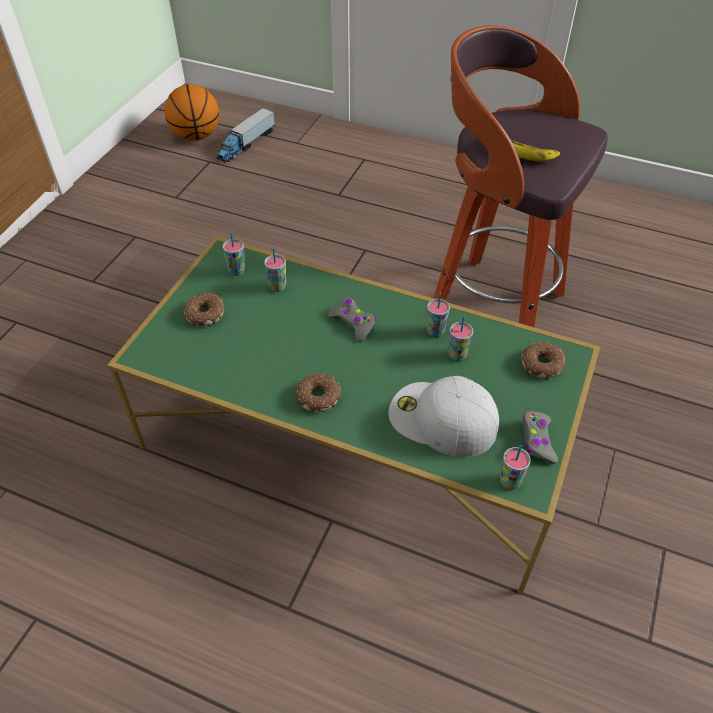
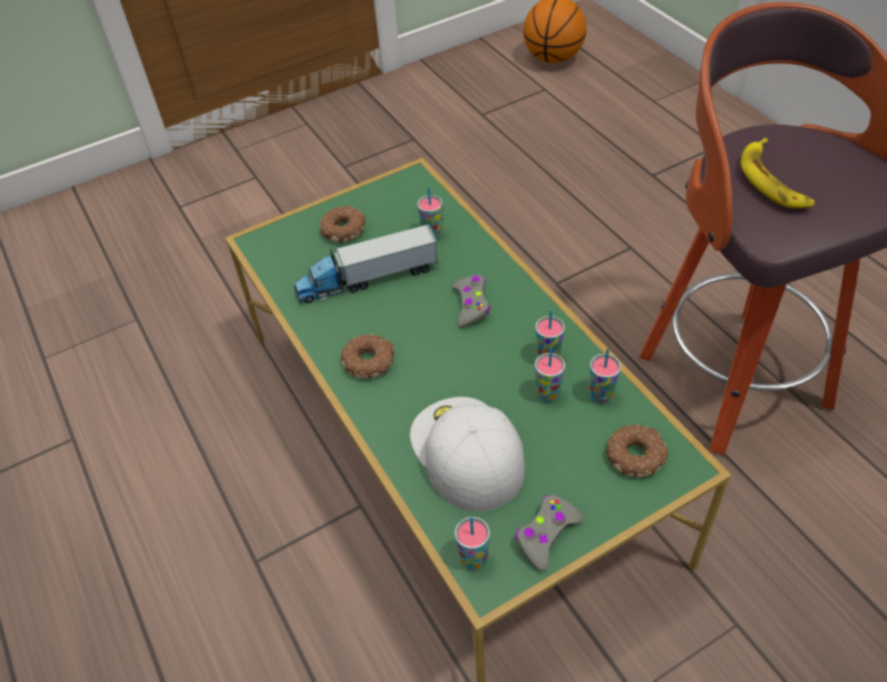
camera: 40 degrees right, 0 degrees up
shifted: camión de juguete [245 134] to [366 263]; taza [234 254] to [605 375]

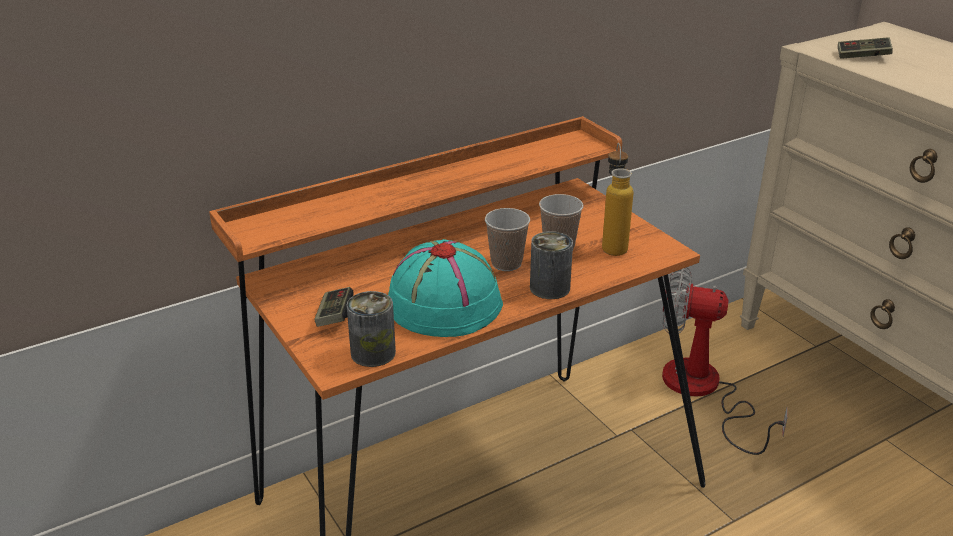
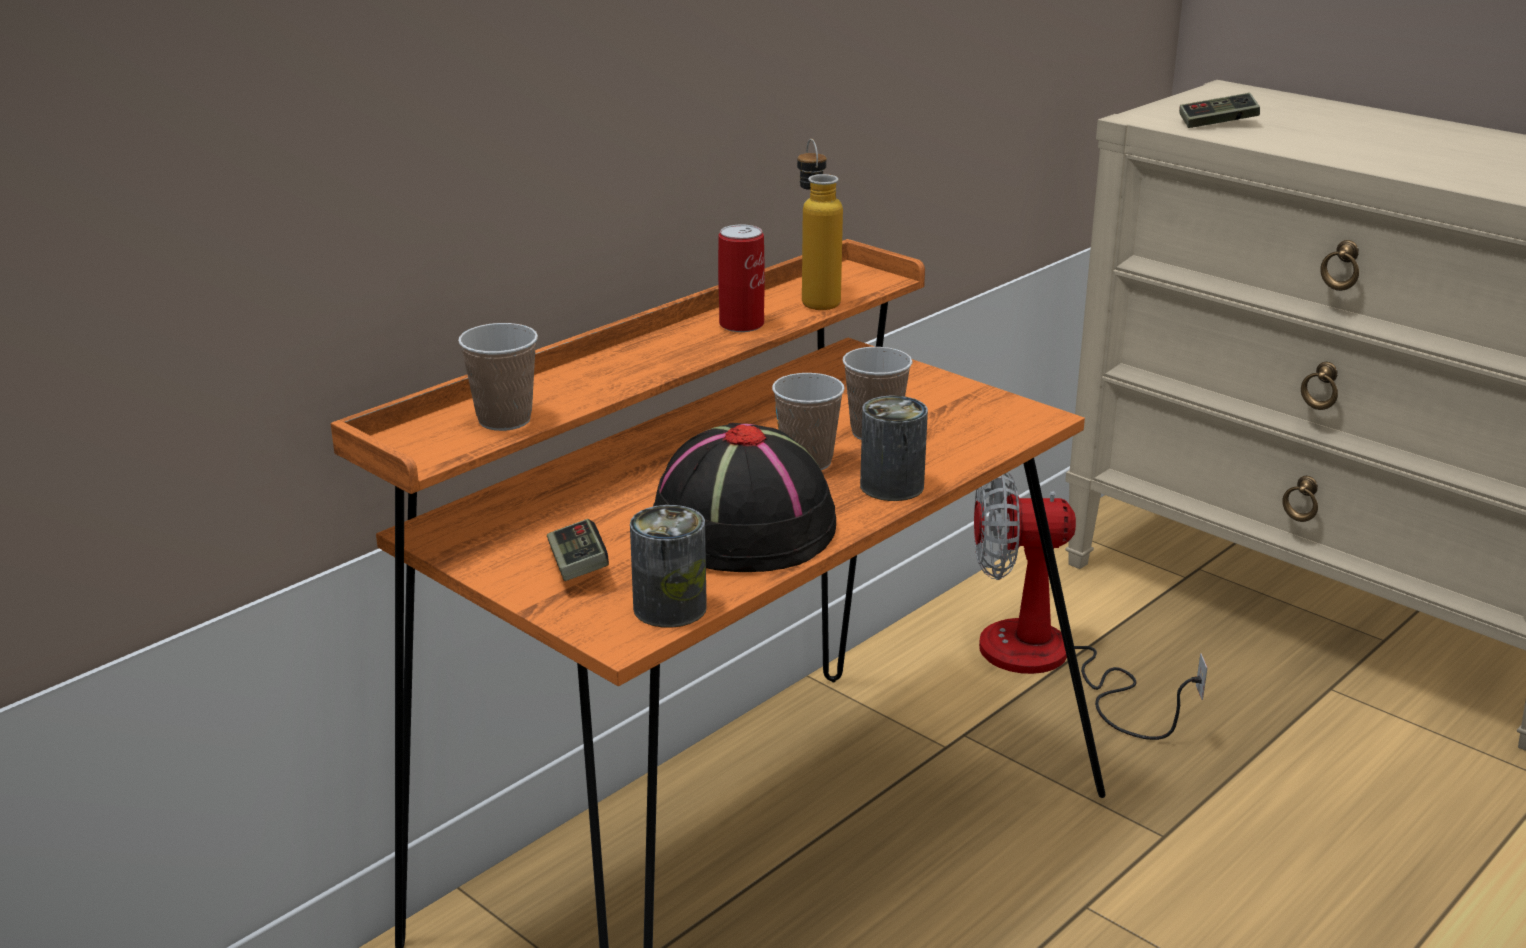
camera: 15 degrees left, 5 degrees down
new: lata [741 278]; taza [498 377]
shifted: botella [617 199] to [820 224]
repainted: sombrero (turquesa) [445 288] to sombrero (negro) [744 497]

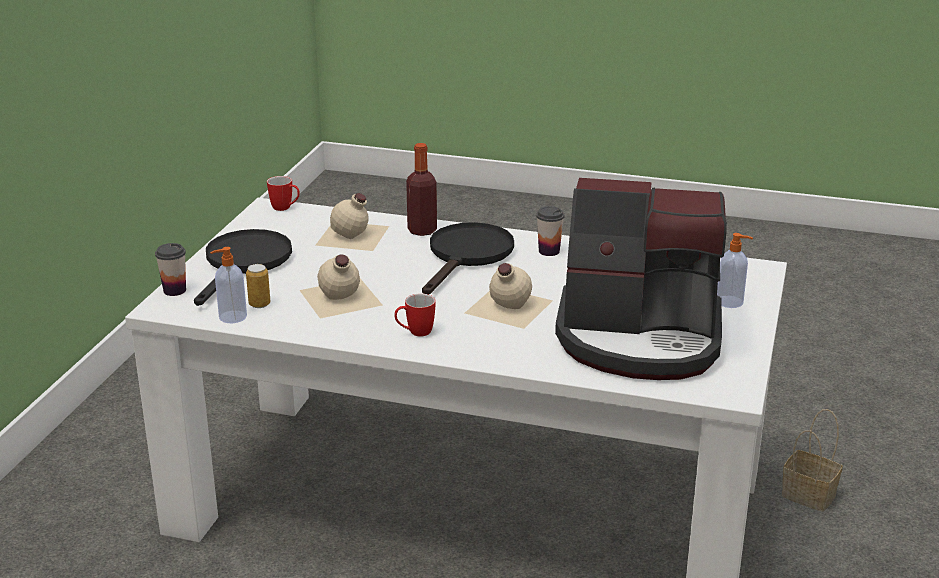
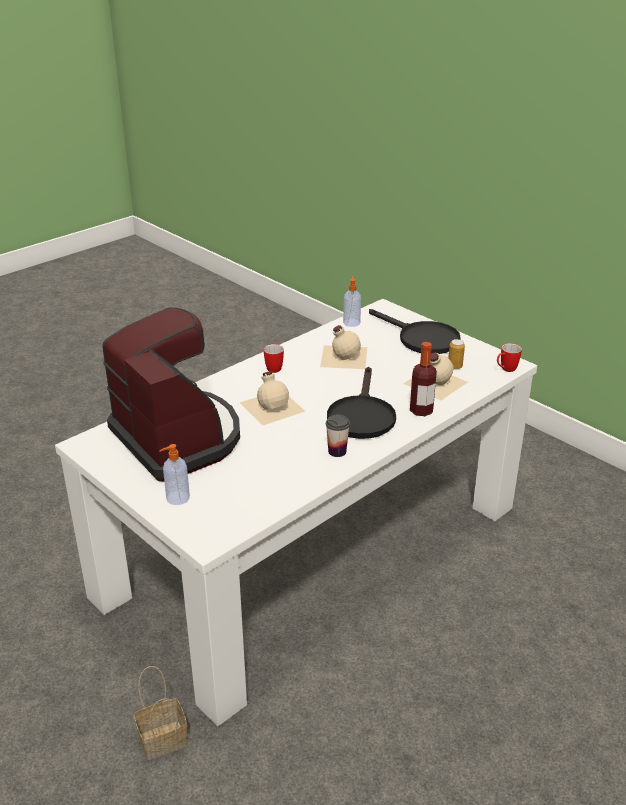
camera: 120 degrees right, 5 degrees up
gone: taza [170 269]
shifted: lata [258 286] to [456 354]
rotated: cafetera [641 279] = [171 394] 105 degrees clockwise; sartén (negro) [468 258] = [361 403] 45 degrees clockwise

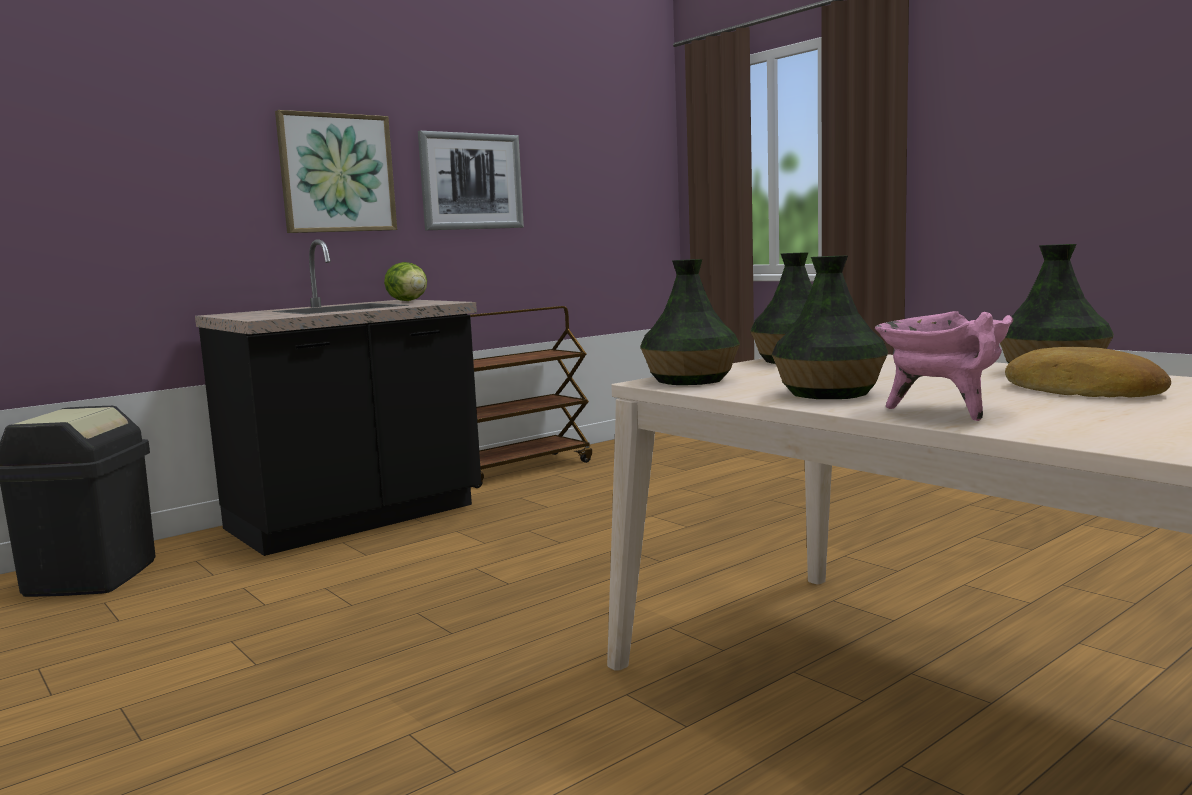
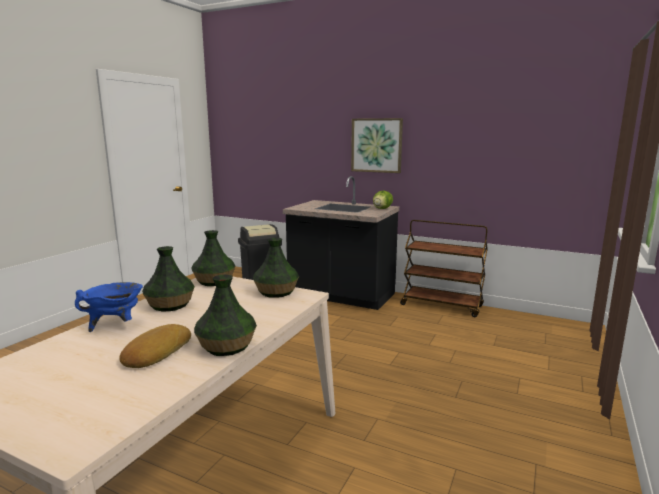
camera: 65 degrees right, 5 degrees up
gone: cuadro [471 180]
repainted: olla (rosa) [944 366] to olla (azul) [109 307]

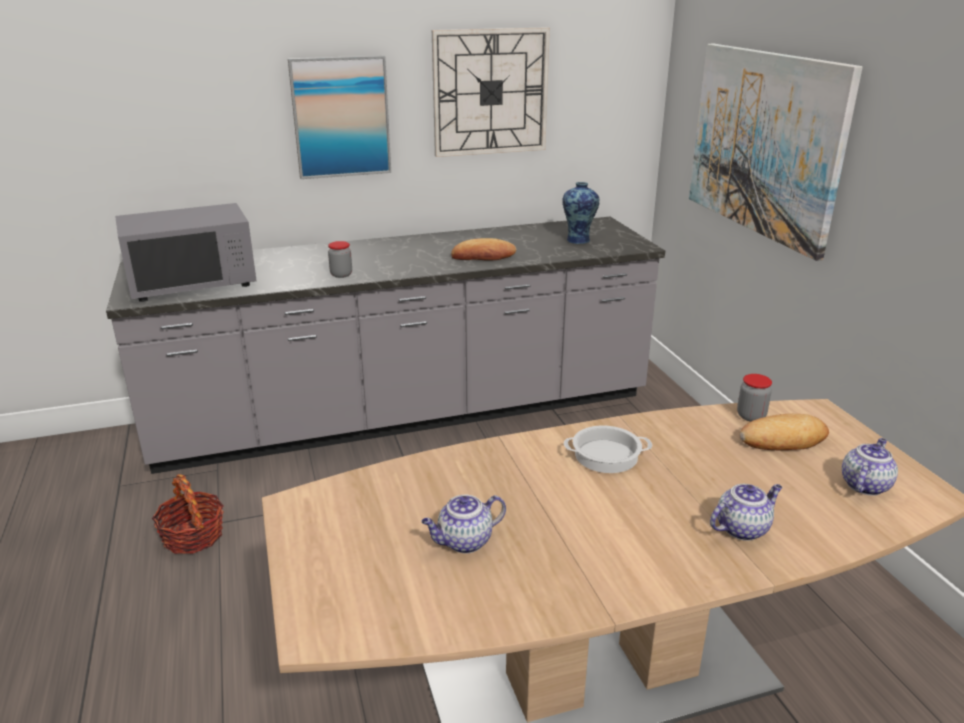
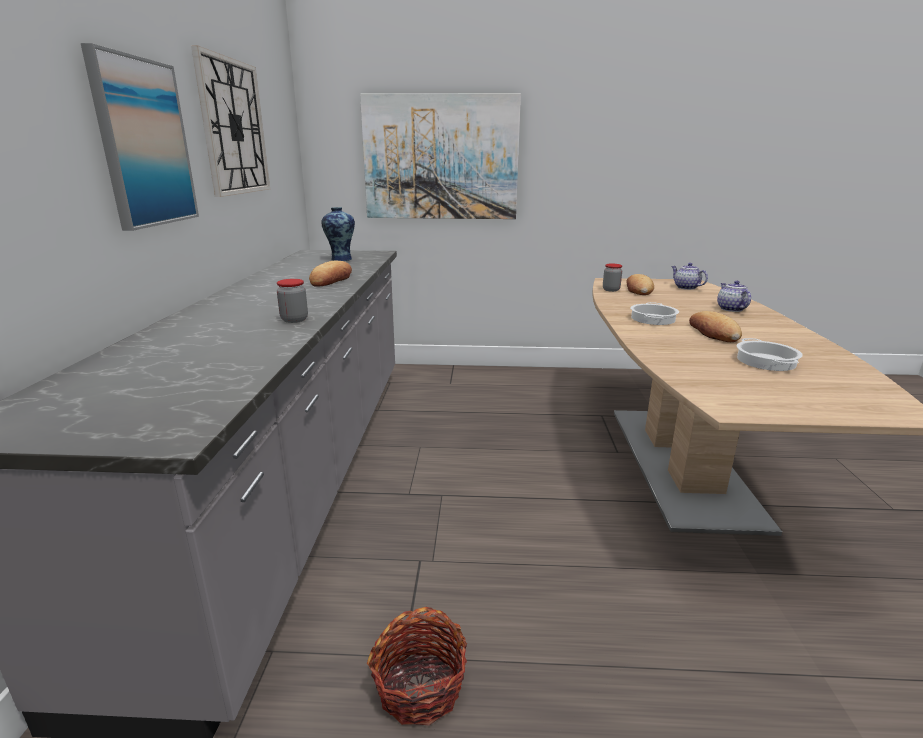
camera: 70 degrees left, 5 degrees down
gone: microondas (gris) [186 252]
new: pan [715 326]
swapped: tetera [463 524] to olla [770 354]

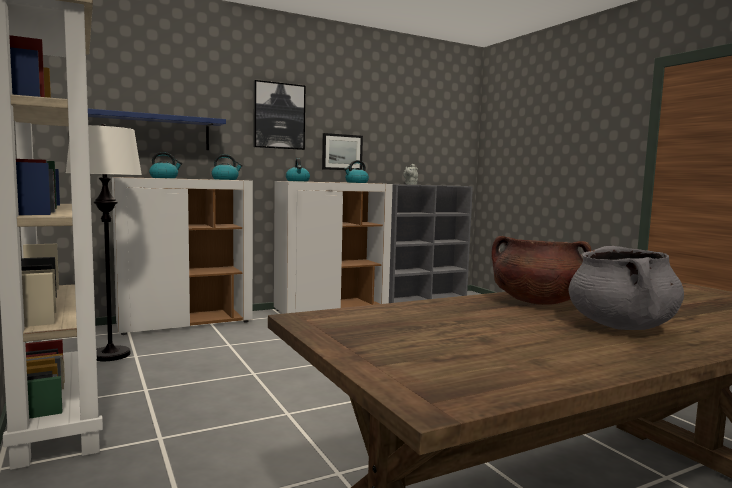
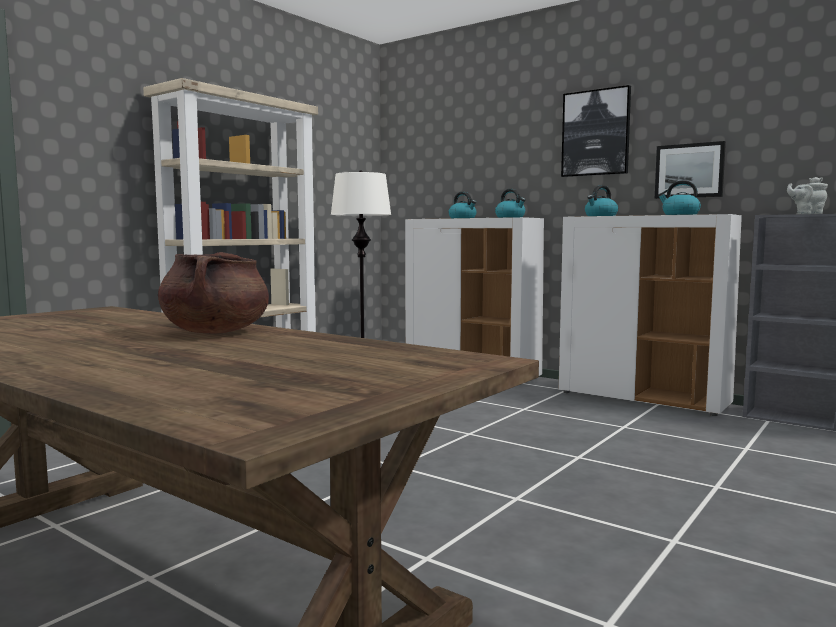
camera: 65 degrees right, 0 degrees up
gone: estante (azul) [157 129]; olla (gris) [626 288]

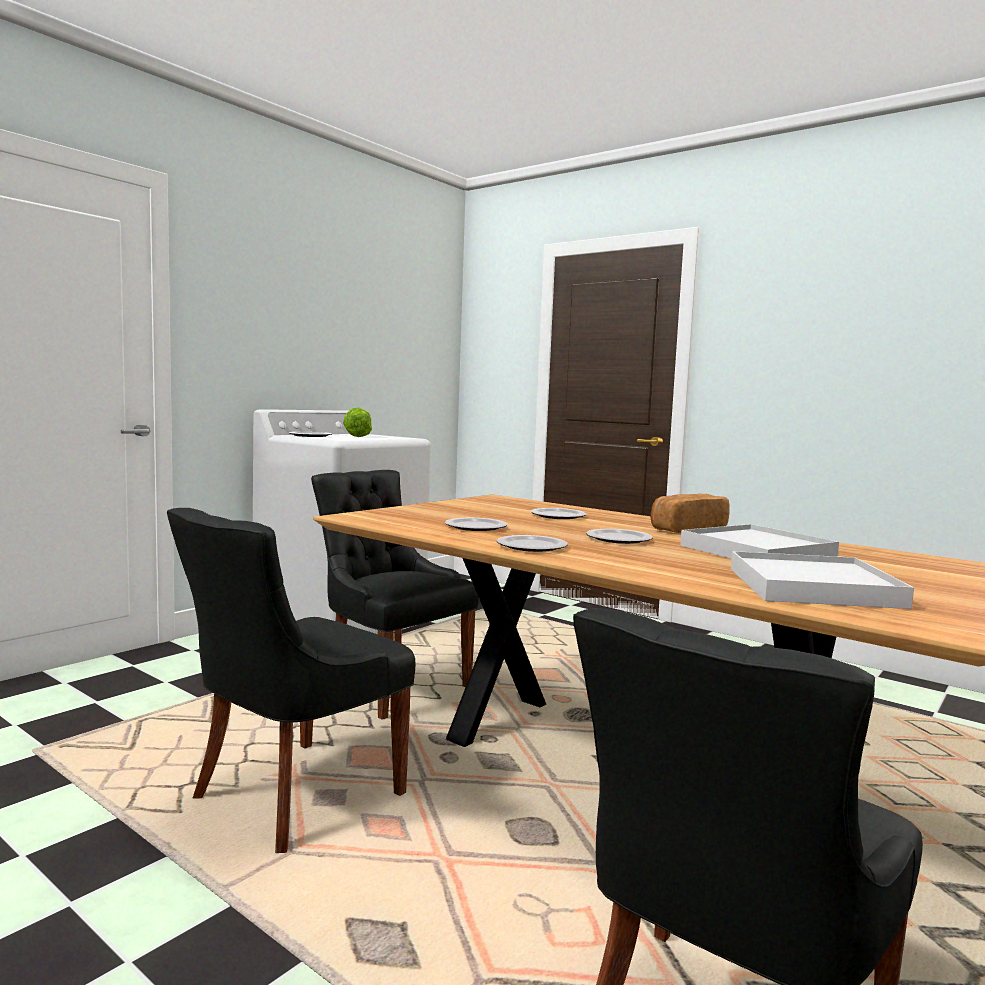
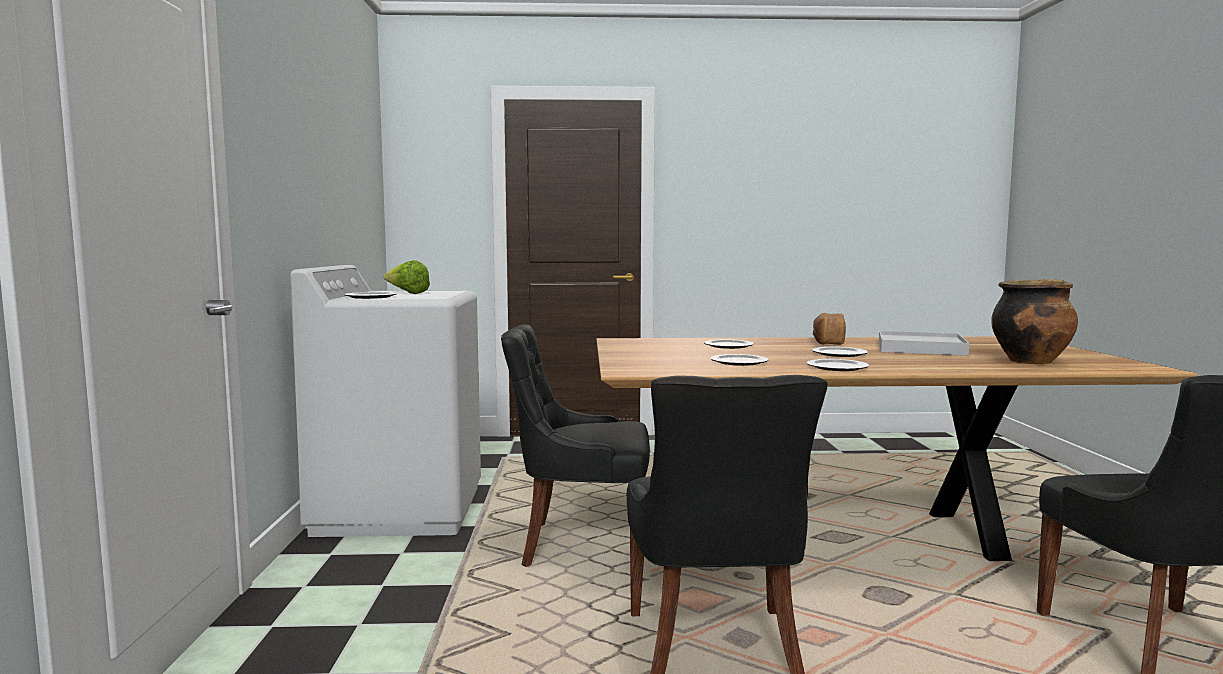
camera: 40 degrees left, 0 degrees up
swapped: bandeja (blanco) [822 580] to olla [1034 321]

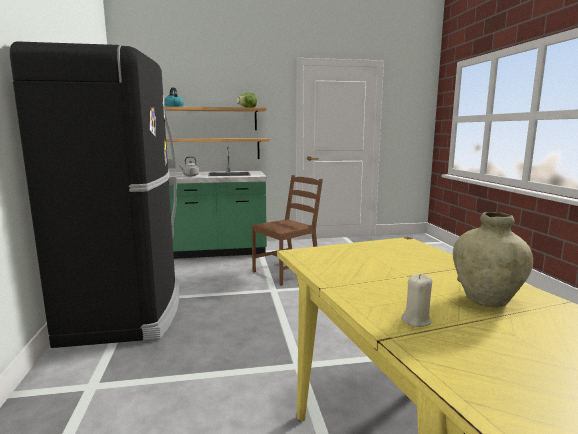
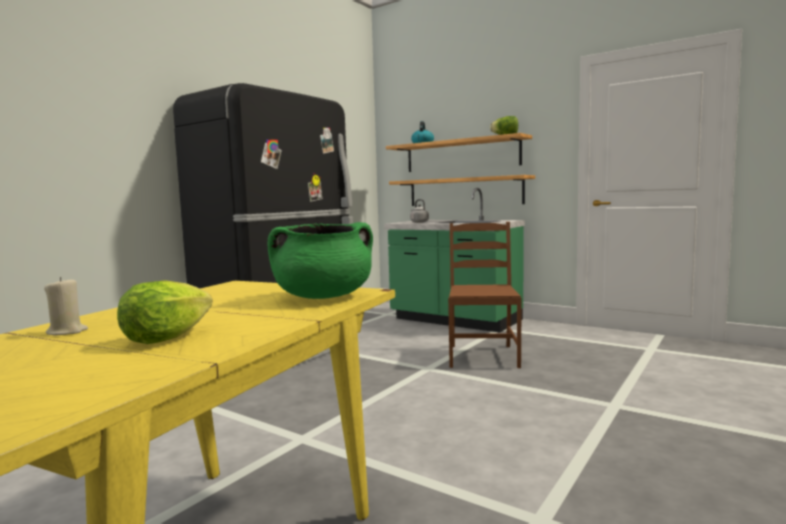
camera: 45 degrees right, 5 degrees down
new: olla (verde) [320 260]
swapped: florero (beis) [493 259] to lechuga [165 312]
rotated: silla (marrón) [287 230] = [485 295] 90 degrees counterclockwise

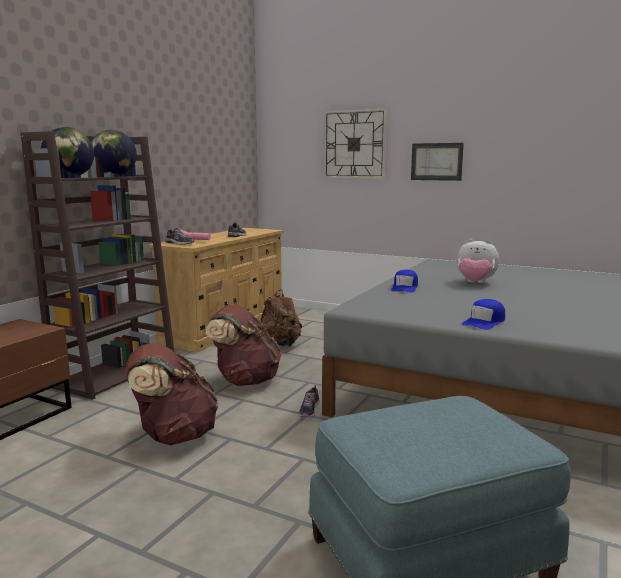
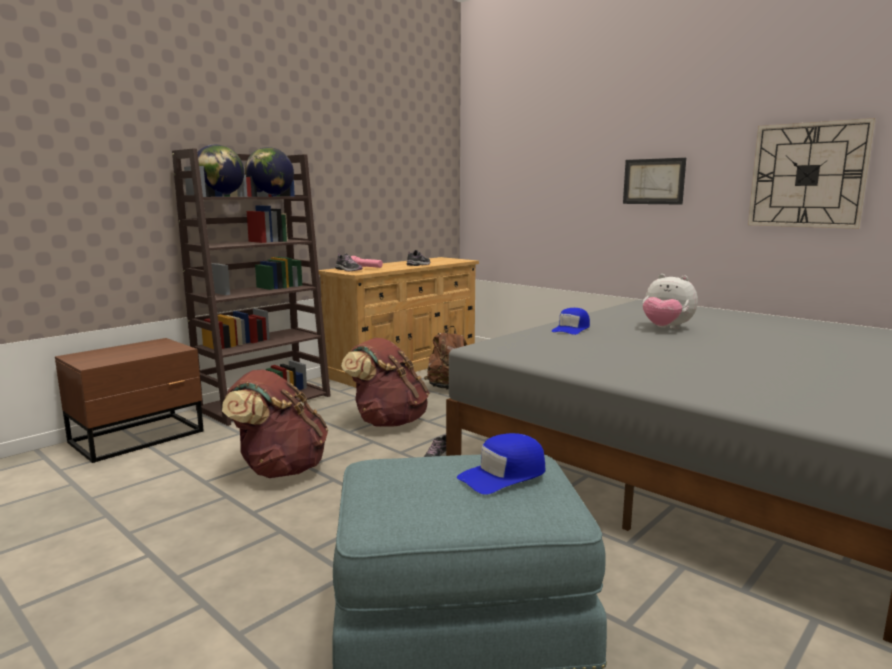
camera: 15 degrees right, 0 degrees up
shifted: reloj de pared [355 143] to [812 173]; gorra (azul) [483 314] to [501 464]

